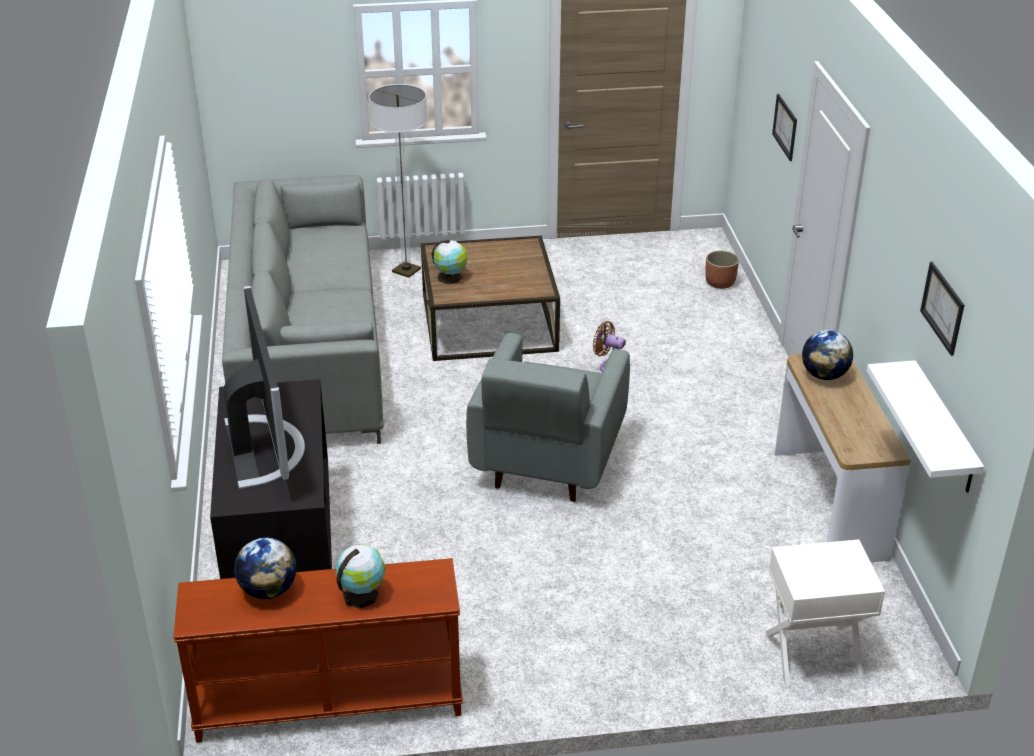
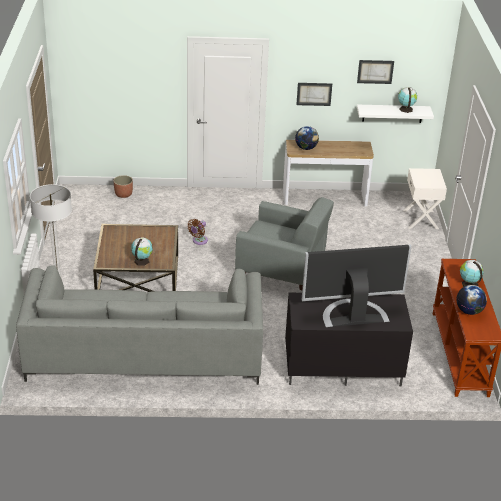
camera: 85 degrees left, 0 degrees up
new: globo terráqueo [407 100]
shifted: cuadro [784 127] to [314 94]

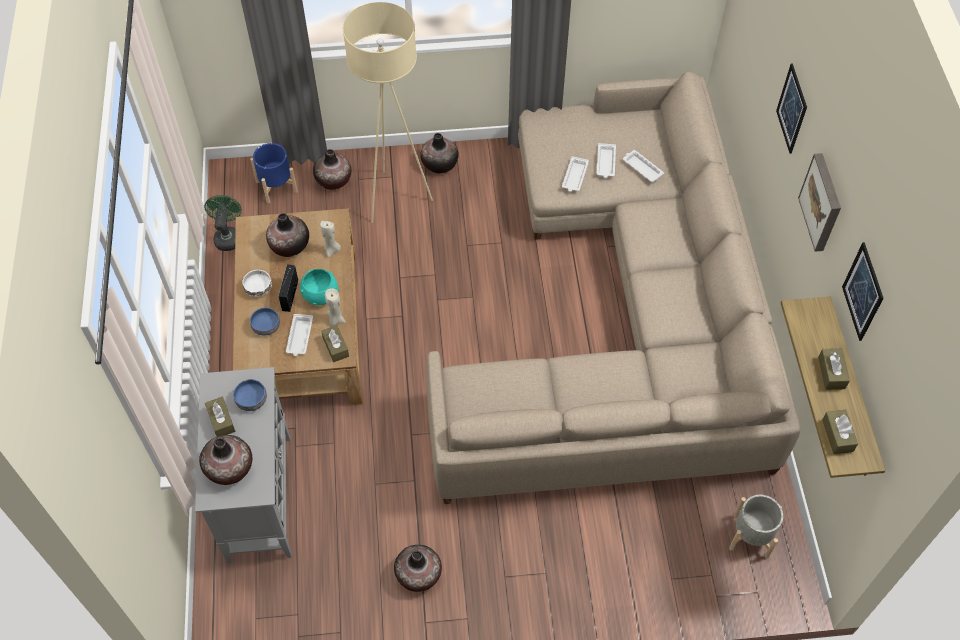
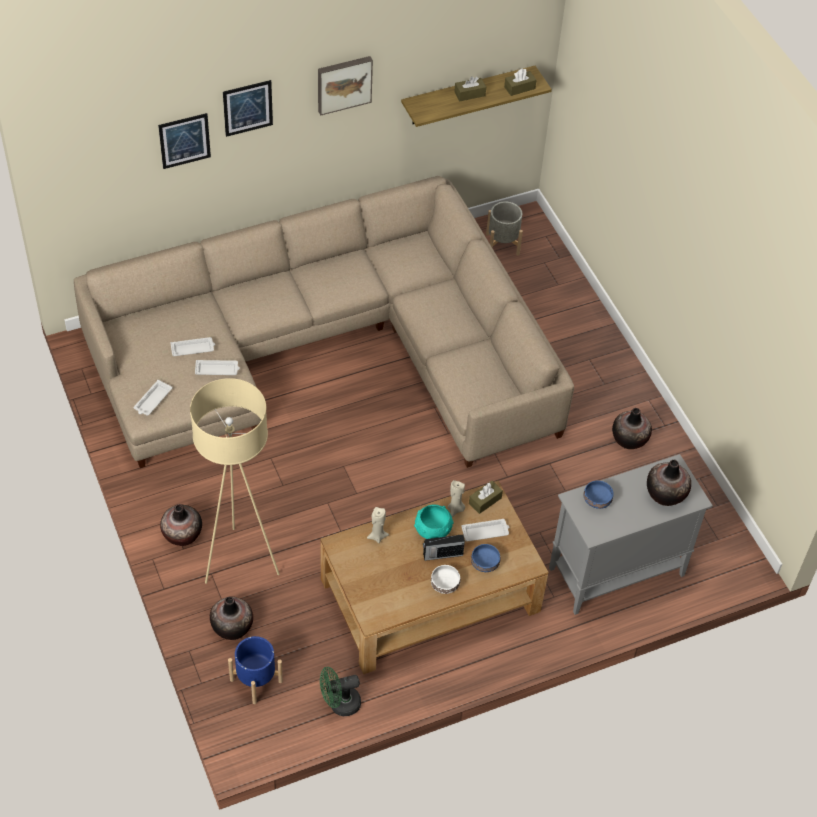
camera: 110 degrees left, 5 degrees down
gone: florero [287 235]; caja de pañuelos (marrón) [220 416]
shifted: bandeja (blanco) [643 166] to [153 398]; cuadro [862 291] to [184 141]

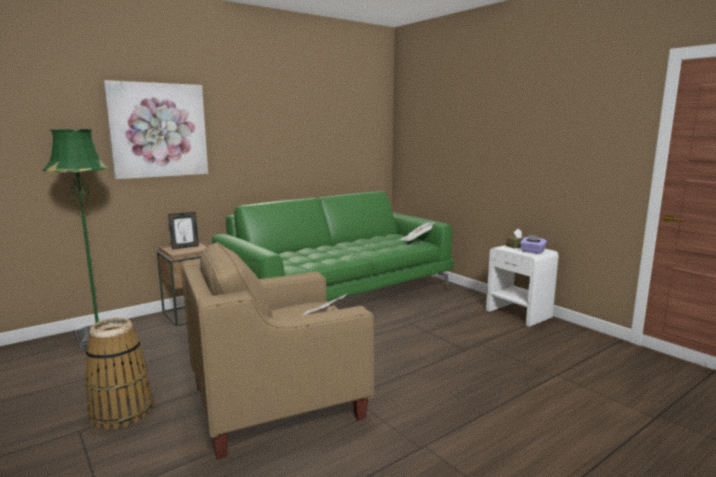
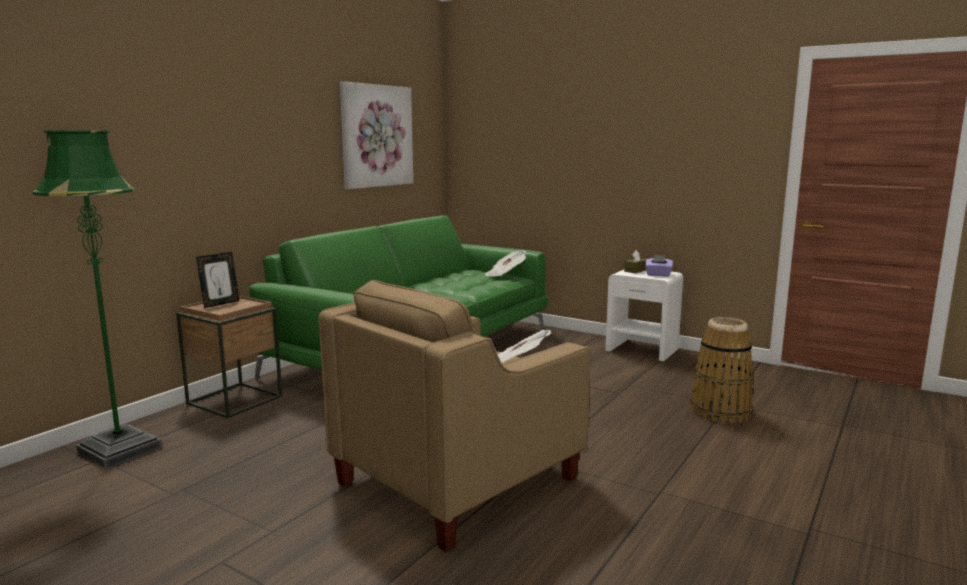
camera: 20 degrees left, 0 degrees up
shifted: cuadro [155 129] to [376 135]; cesta [119 374] to [721 370]

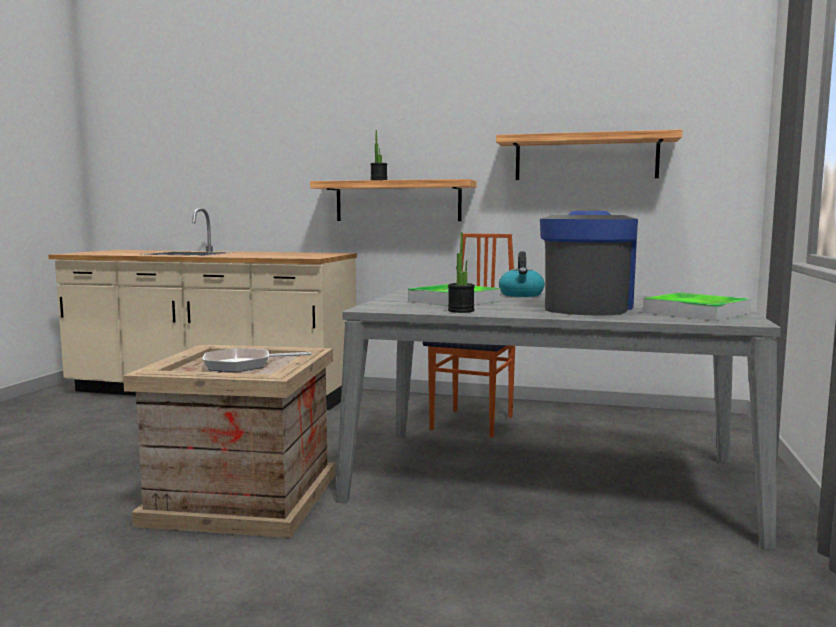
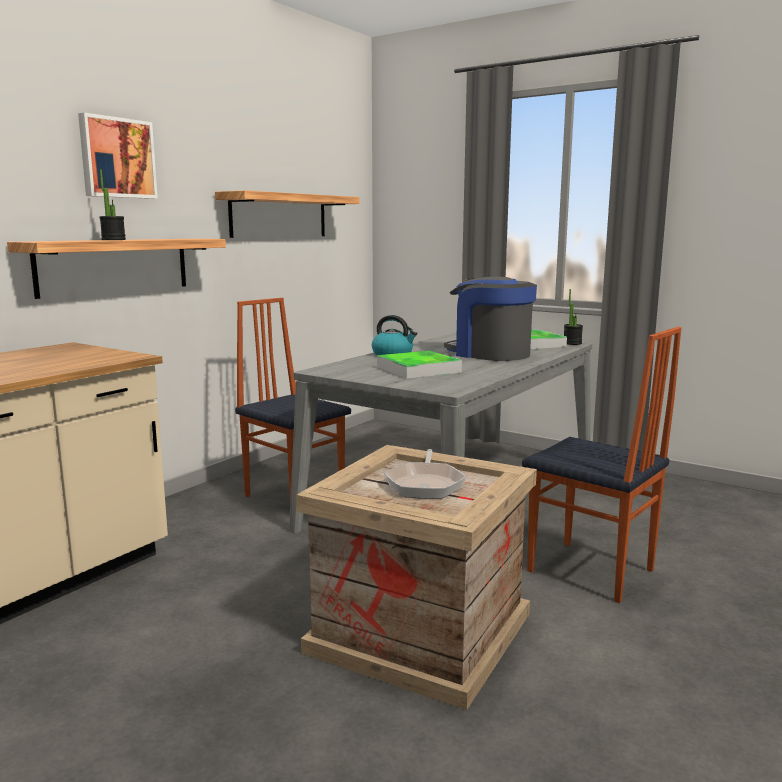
camera: 70 degrees left, 5 degrees up
new: cuadro [118 156]; silla [602 465]
shifted: planta en maceta [461 272] to [573 317]

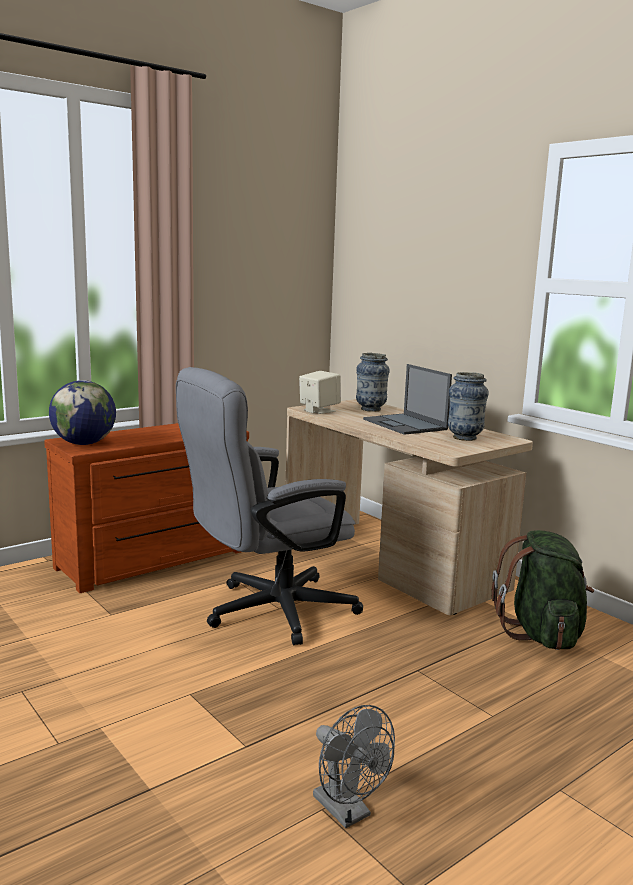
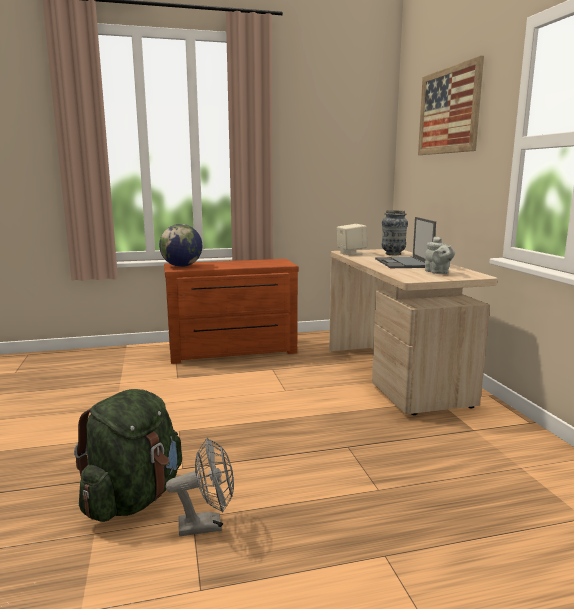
camera: 25 degrees right, 0 degrees up
gone: silla de oficina (gris) [269 506]
new: cuadro [451 105]
shifted: mochila (verde) [543 590] to [128 455]
swapped: florero [468 406] to tetera (gris) [440 255]
rotated: ventilador (gris) [354 766] = [200 487] 90 degrees counterclockwise

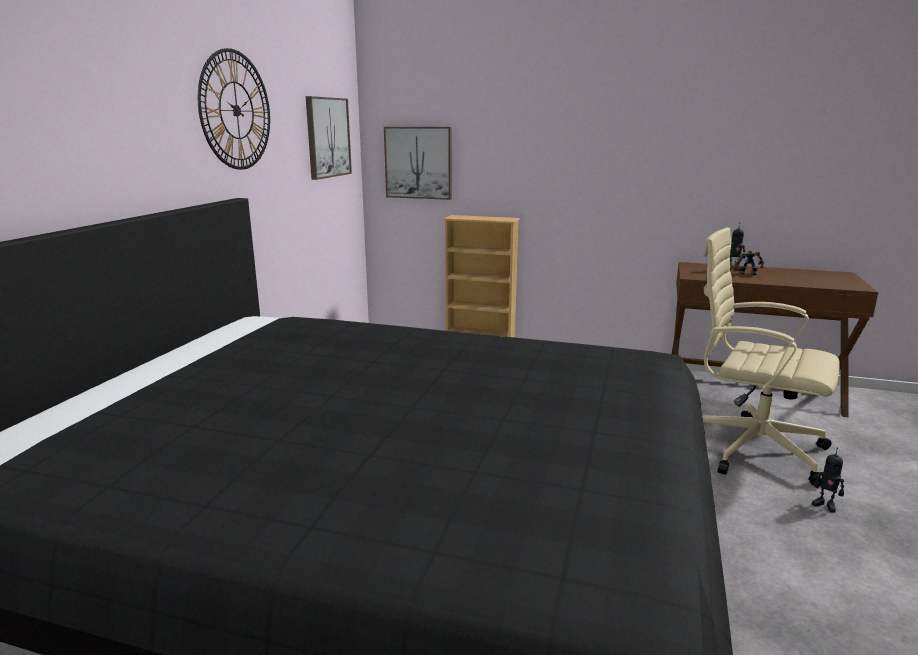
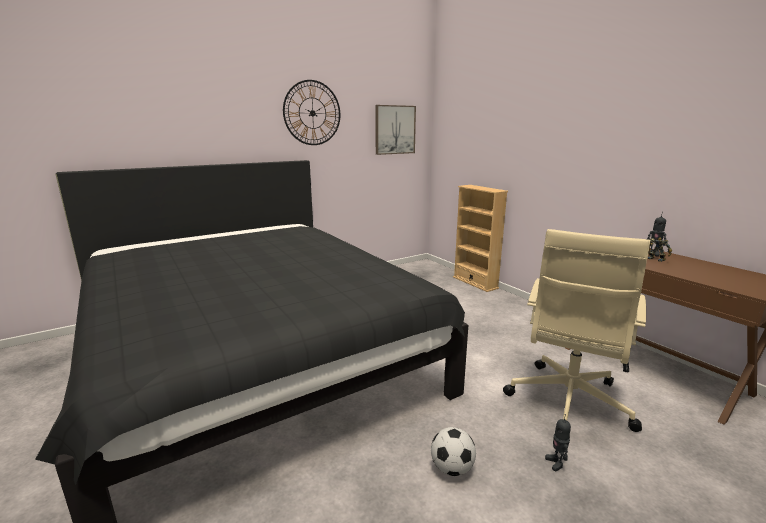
camera: 40 degrees right, 0 degrees up
gone: cuadro [418 163]
new: balón de fútbol [453 451]
rotated: silla de oficina (beis) [771 356] = [576 333] 135 degrees counterclockwise

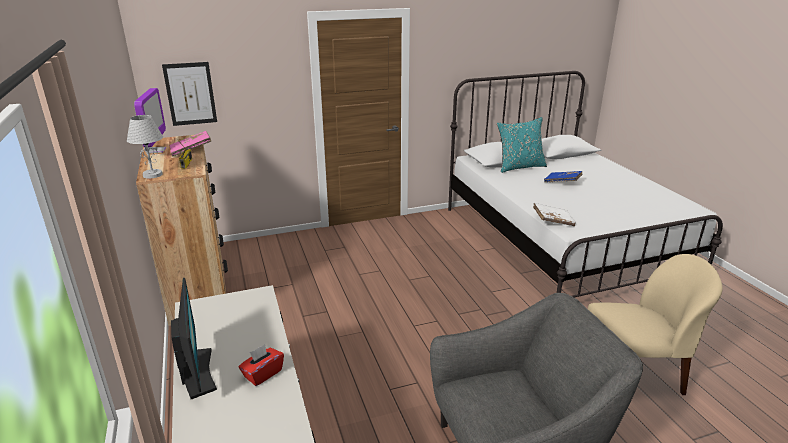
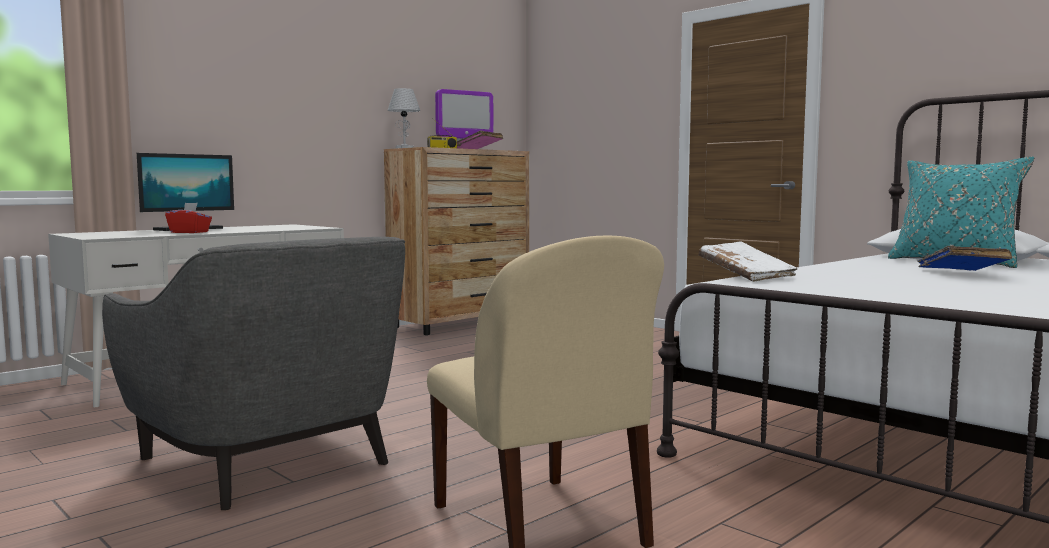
camera: 65 degrees right, 20 degrees down
gone: cuadro [189 94]

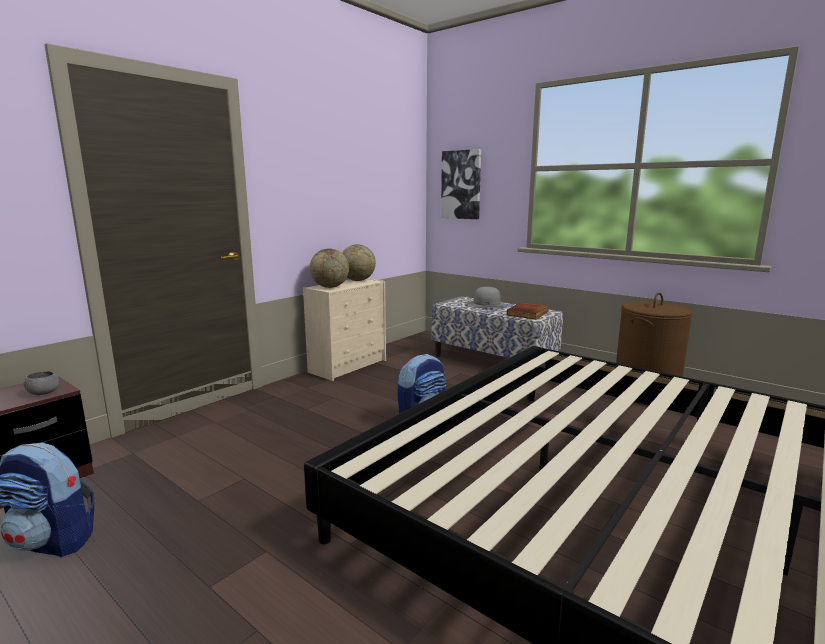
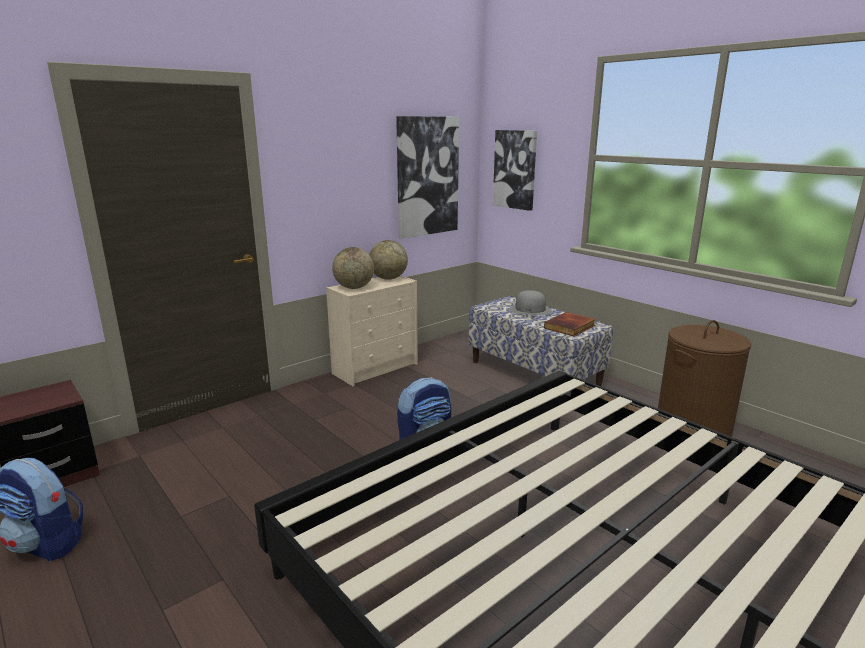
camera: 10 degrees right, 5 degrees up
gone: cuenco (gris) [41 383]
new: cuadro [427 177]

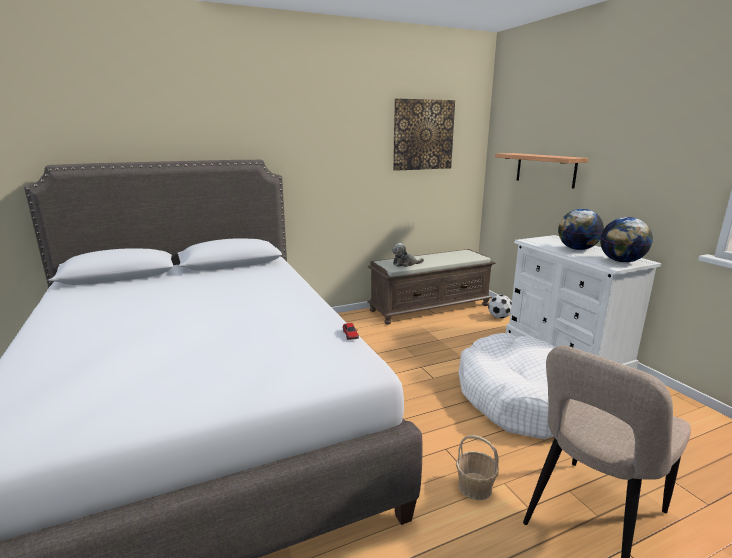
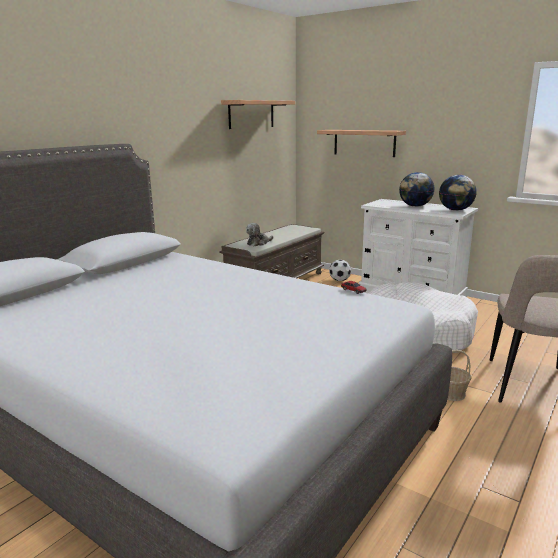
camera: 30 degrees left, 0 degrees up
swapped: cuadro [424 134] to estante [258 114]

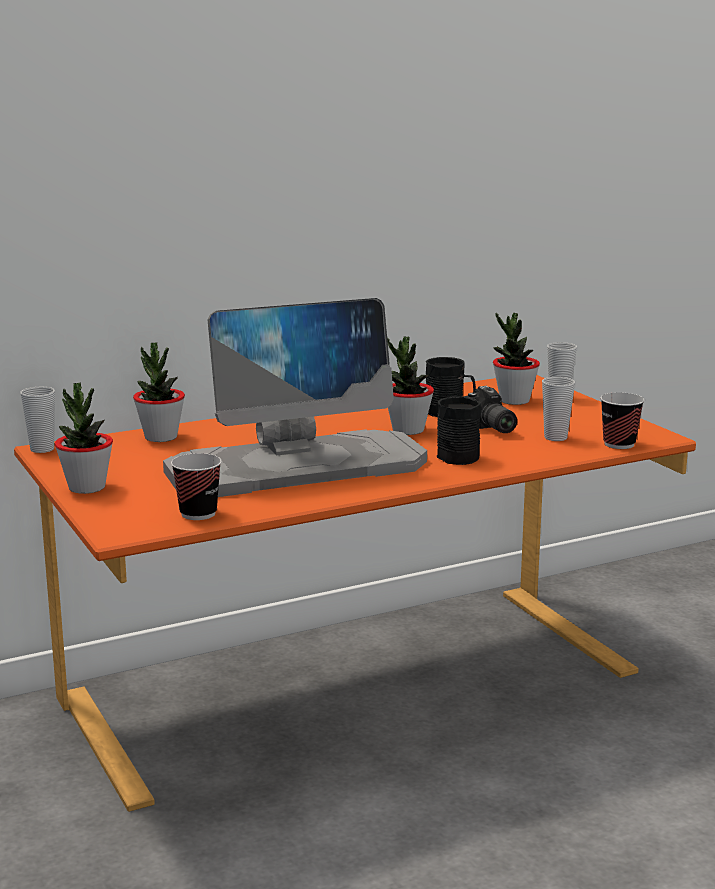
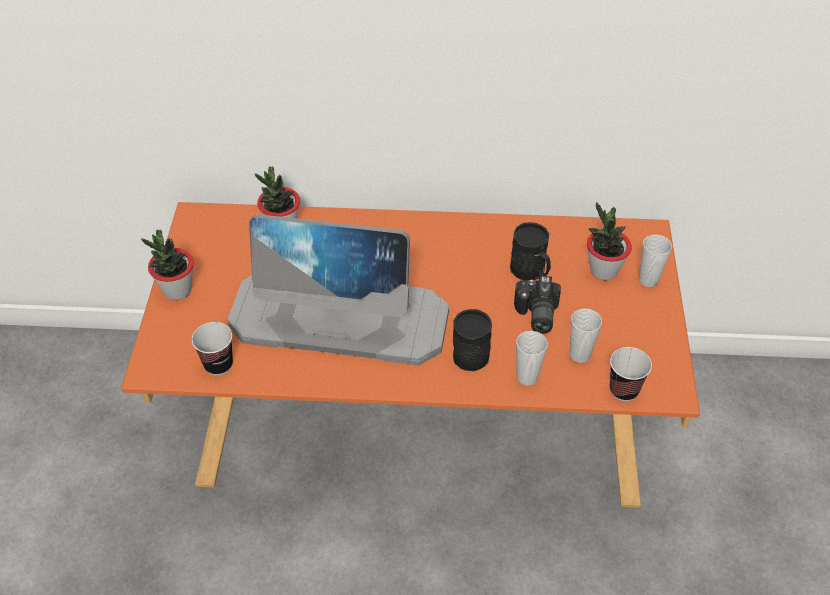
camera: 30 degrees right, 30 degrees up
gone: planta en maceta [410 385]
shifted: taza [37 420] to [532 358]

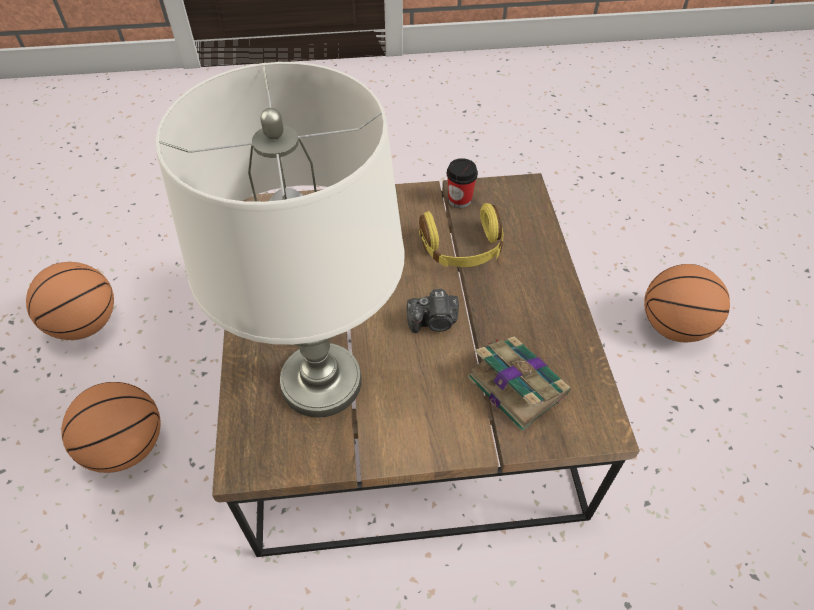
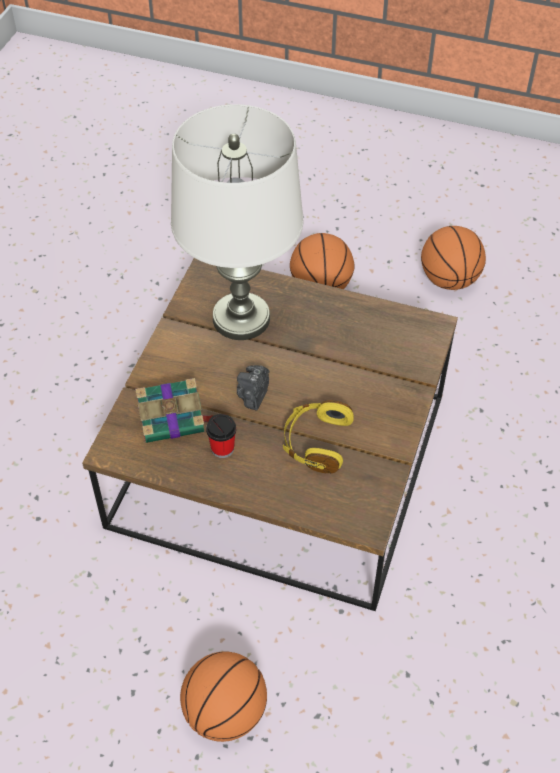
camera: 115 degrees right, 0 degrees up
shifted: taza [462 183] to [221 436]

